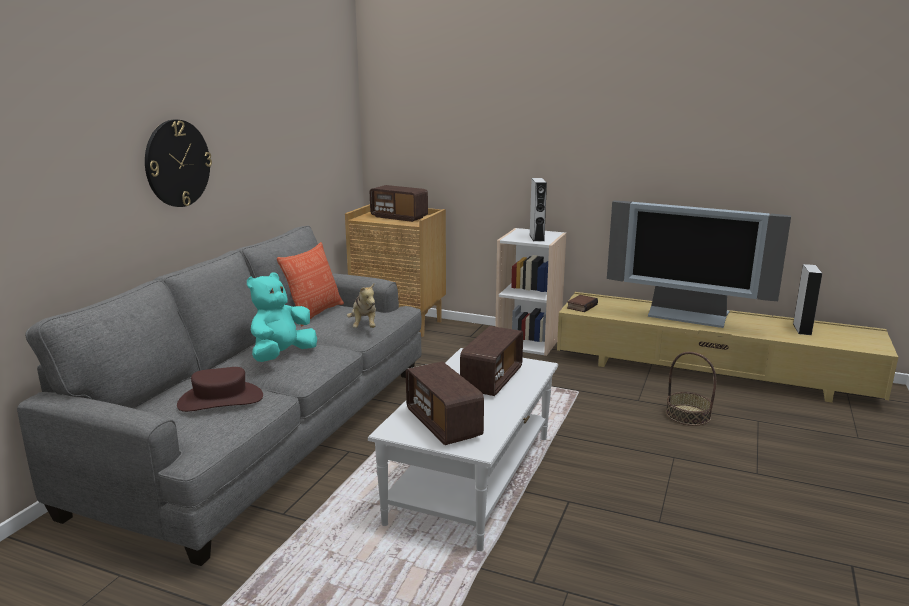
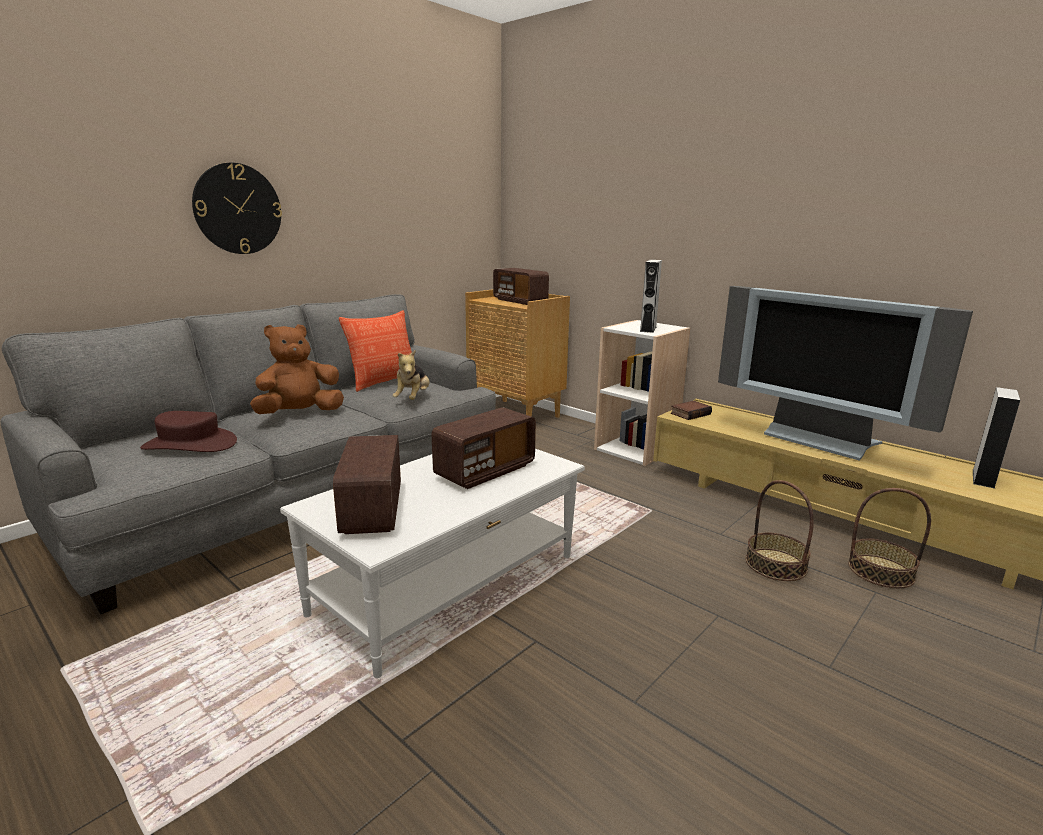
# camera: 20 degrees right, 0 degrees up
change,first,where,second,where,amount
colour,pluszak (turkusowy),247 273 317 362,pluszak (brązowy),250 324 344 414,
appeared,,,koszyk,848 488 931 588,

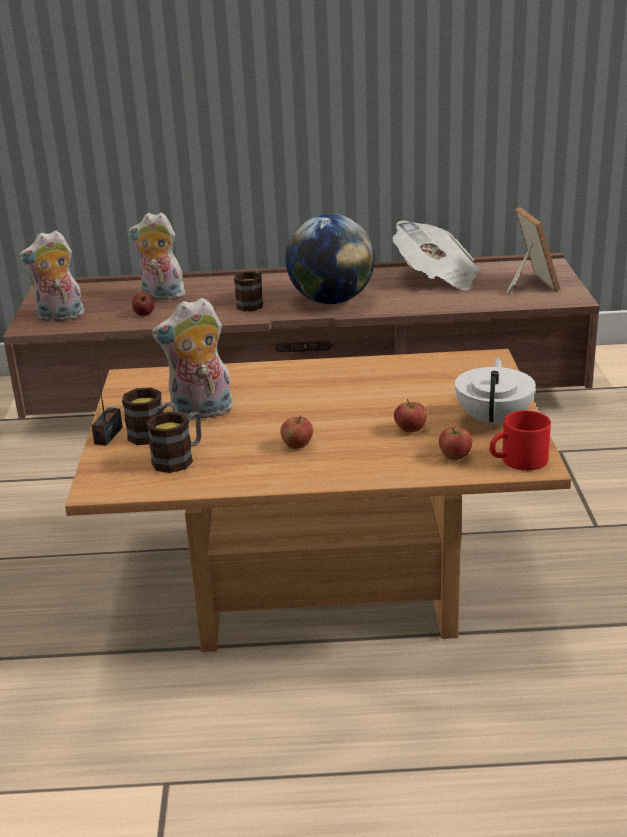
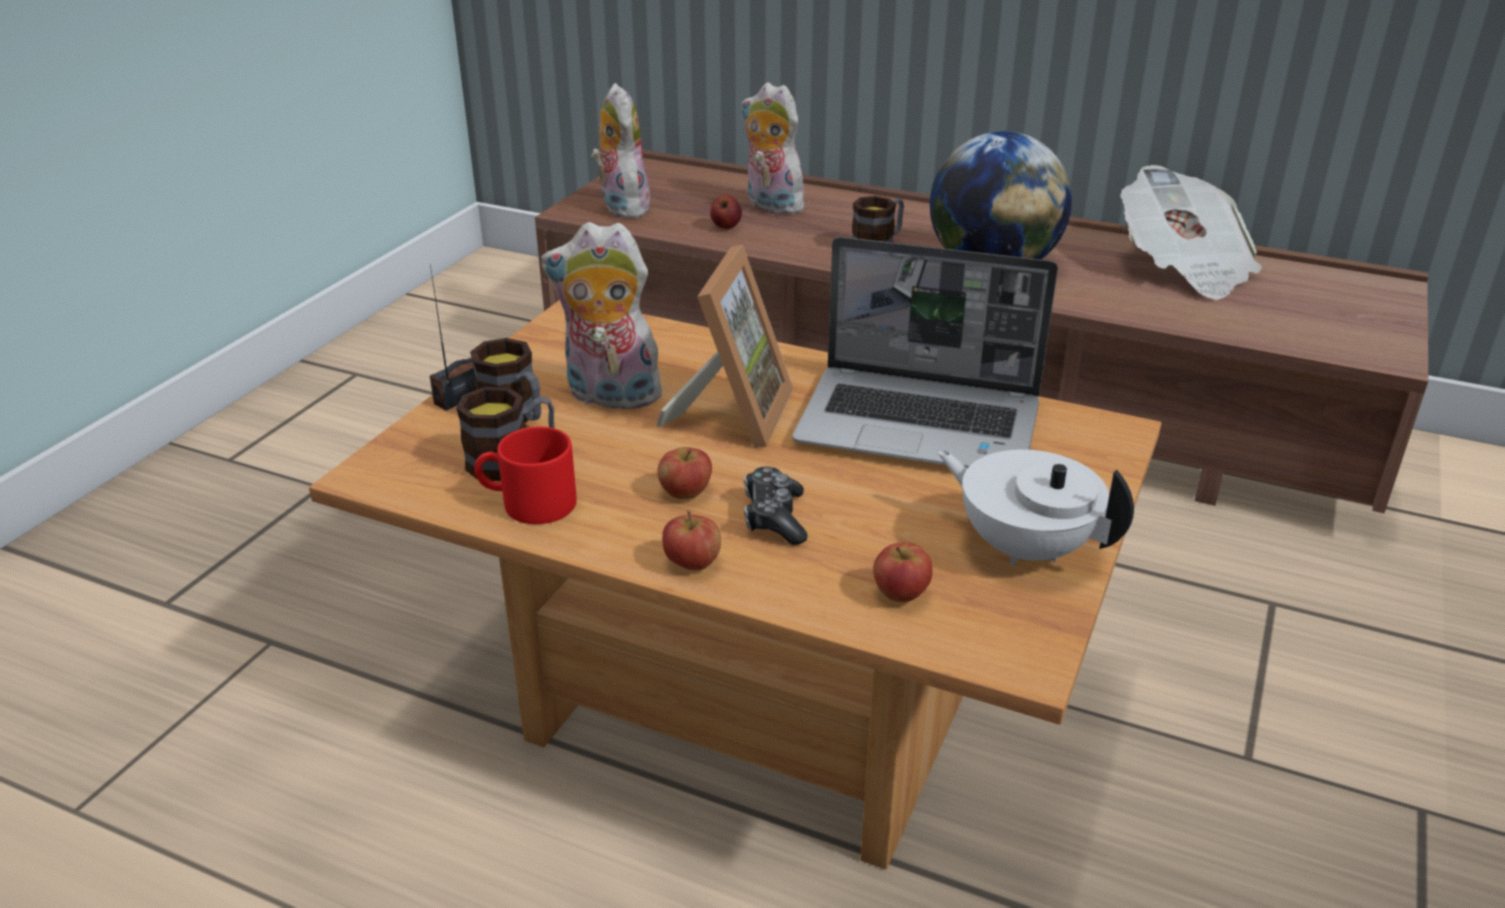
# camera: 25 degrees right, 5 degrees up
change,first,where,second,where,amount
relocated,ramka na zdjęcie,507 207 560 295,,656 244 793 448,
spun,pluszak,19 230 84 322,,591 83 651 218,60 degrees clockwise
spun,imbryk (biały),455 358 536 430,,937 450 1134 566,90 degrees counterclockwise
relocated,jabłko,394 399 427 432,,662 511 721 570,
relocated,kubek (czerwony),489 410 551 471,,474 427 577 524,
appeared,,,laptop,793 237 1058 468,
appeared,,,pad do gier,744 466 808 545,

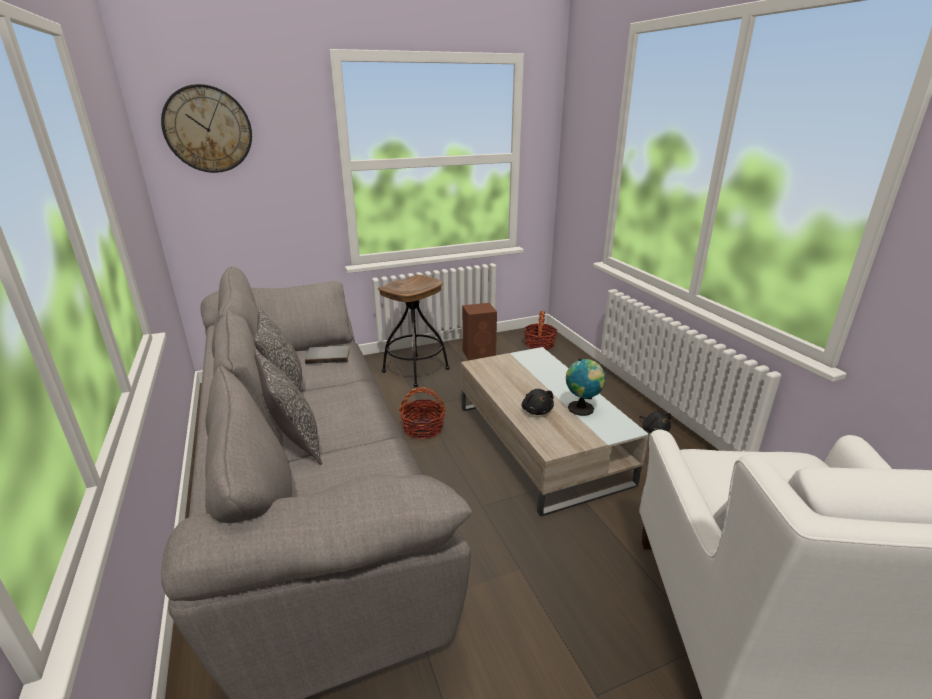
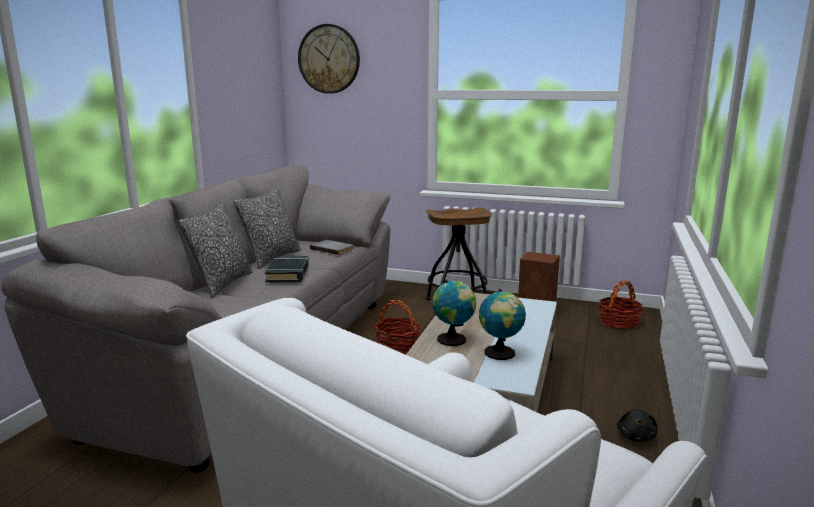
# camera: 40 degrees right, 10 degrees down
change,first,where,second,where,amount
exchanged,pluszak (czarny),522 389 554 415,globus,432 280 476 346,
appeared,,,książka (czarny),265 256 309 282,

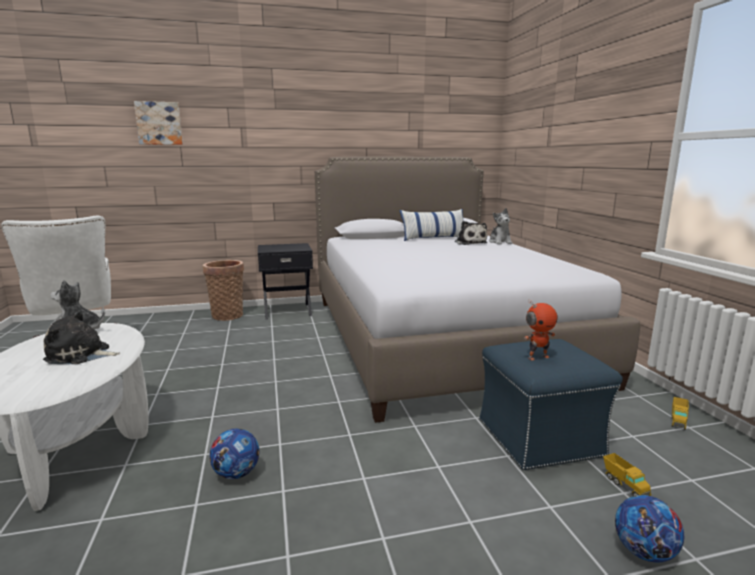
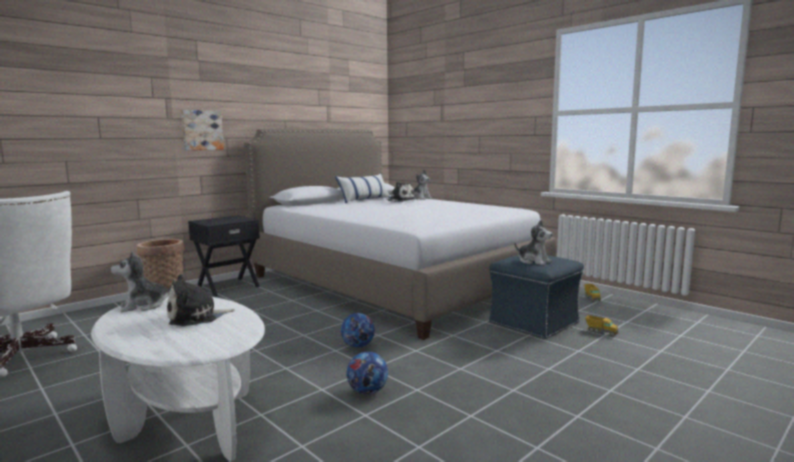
# camera: 30 degrees left, 5 degrees down
change,first,where,second,where,amount
relocated,obraz,134 101 183 145,,181 110 224 150,
exchanged,robot zabawkowy,524 300 558 360,pluszak,514 220 553 265,
relocated,piłka futbolowa,615 495 684 563,,341 313 375 347,

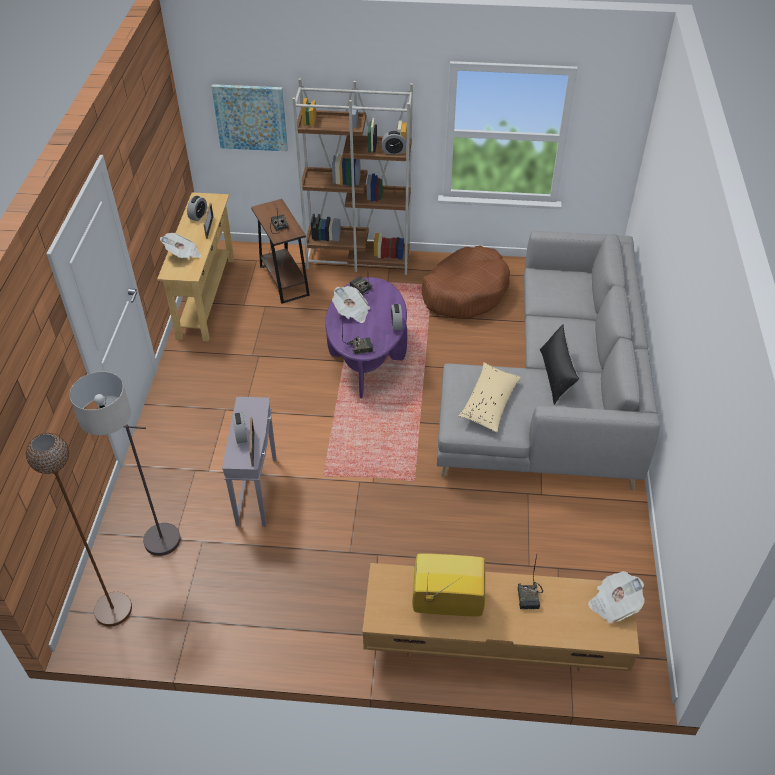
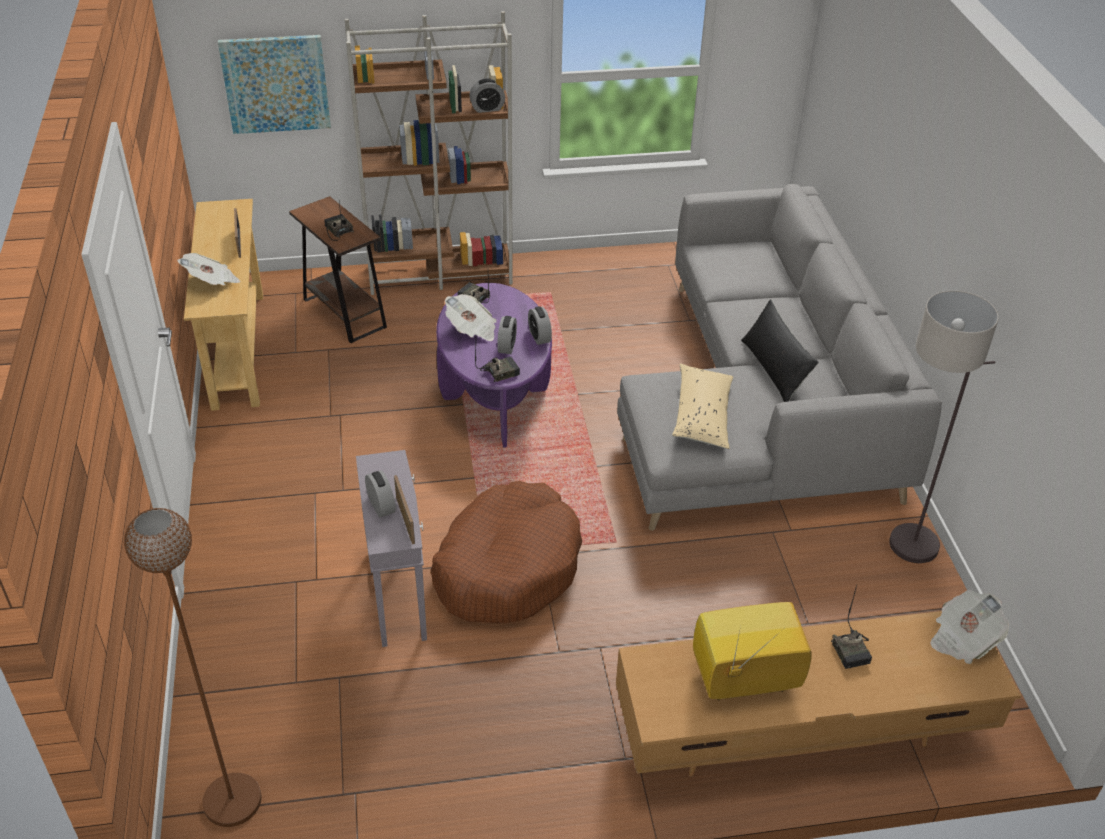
# camera: 15 degrees left, 5 degrees down
change,first,where,second,where,amount
relocated,budzik,187 196 207 221,,497 316 517 354,
relocated,legowisko (brązowy),422 246 510 319,,431 481 582 624,
relocated,lampa stojąca (szary),69 372 181 556,,889 291 998 563,

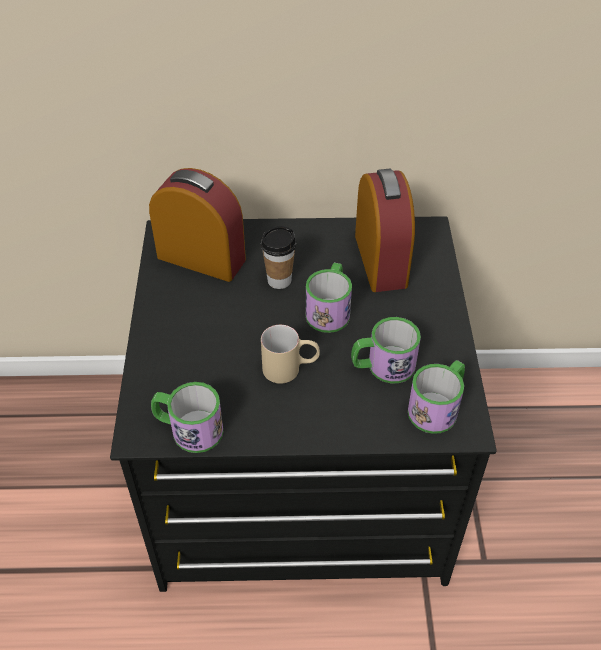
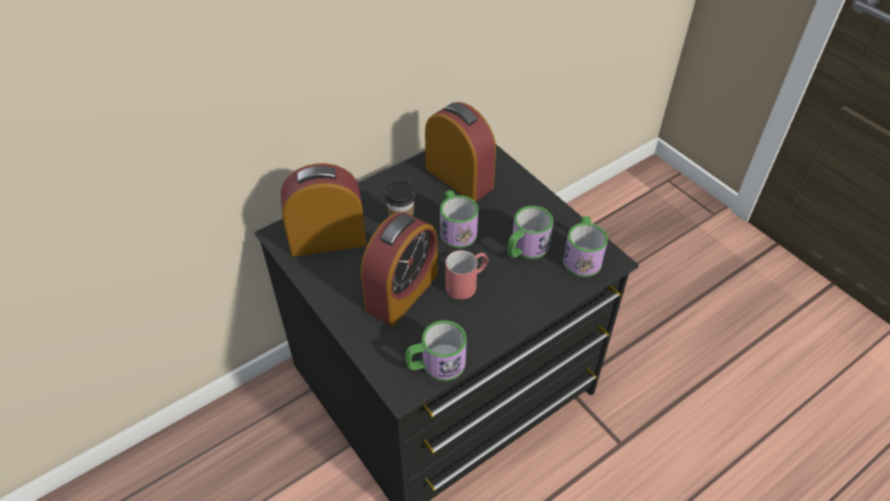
# camera: 35 degrees left, 0 degrees up
change,first,where,second,where,amount
colour,kubek (beżowy),261 325 320 384,kubek (czerwony),446 250 489 300,
appeared,,,budzik,361 212 438 326,

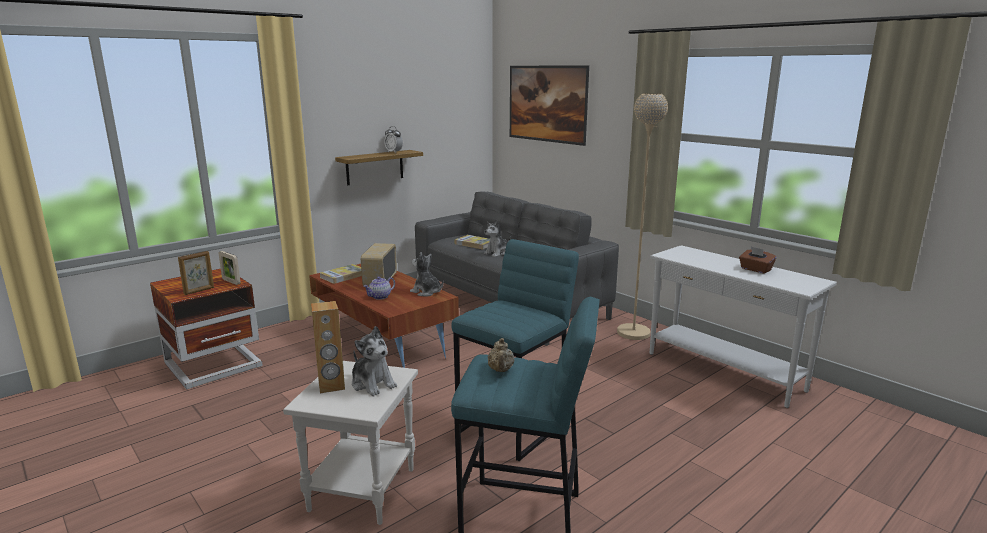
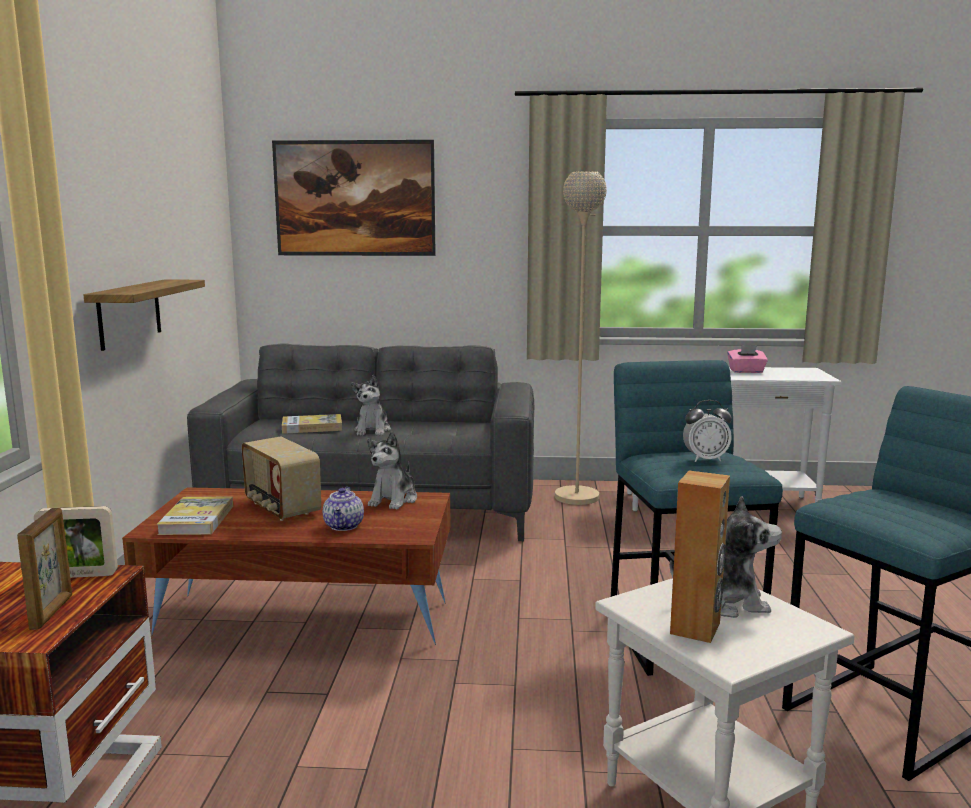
# camera: 45 degrees left, 5 degrees down
change,first,where,second,where,amount
relocated,budzik,384 126 403 153,,683 400 732 462,
colour,pudełko chusteczek (brązowy),739 246 776 273,pudełko chusteczek (różowy),727 345 768 373,
spun,pluszak,410 252 444 297,,367 431 417 510,60 degrees counterclockwise
missing,imbryk (beżowy),488 338 515 372,,,

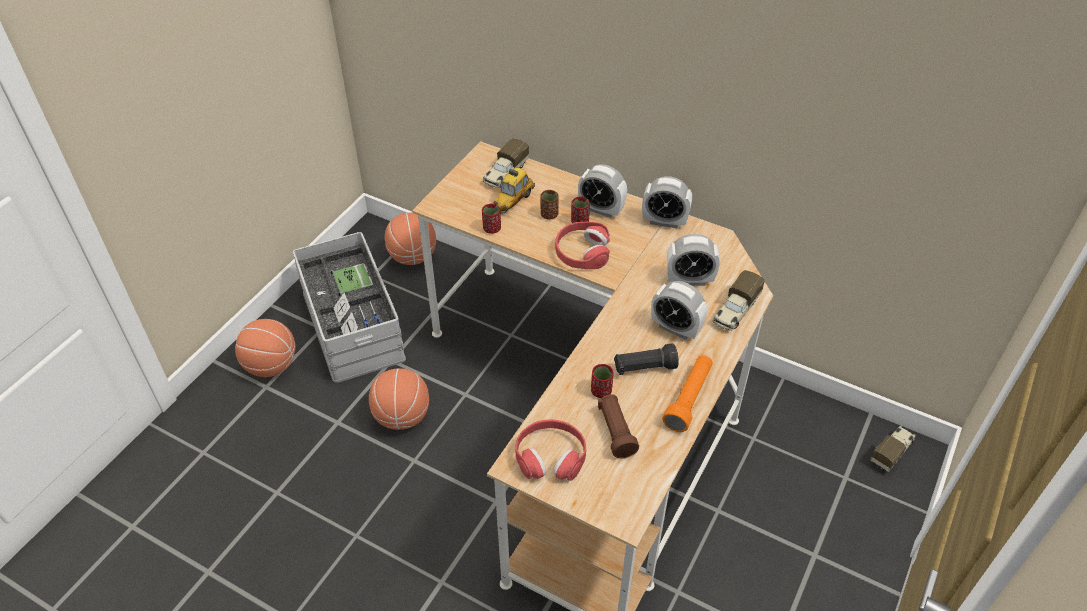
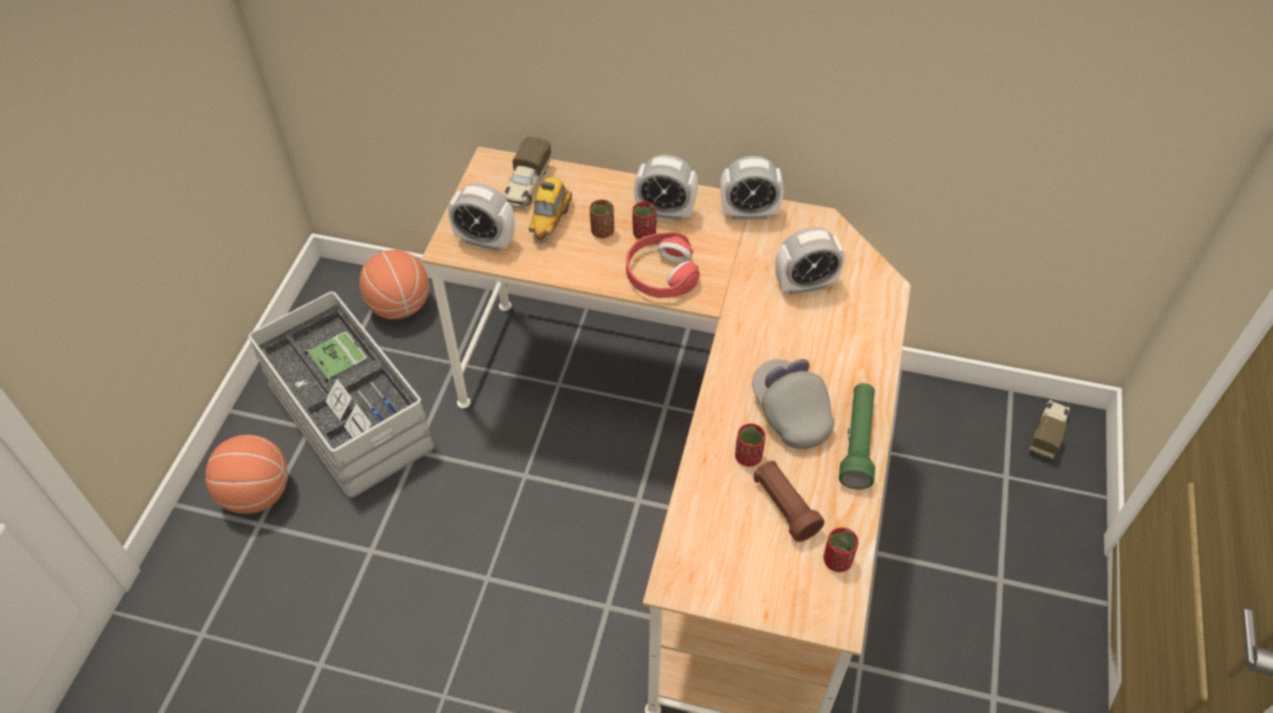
# camera: 15 degrees left, 5 degrees up
change,first,where,second,where,amount
relocated,filiżanka (czerwony),482 204 501 234,,823 527 859 572,
missing,ciężarówka zabawkowa,713 270 765 331,,,
relocated,budzik,651 281 707 340,,448 183 515 251,
exchanged,latarka (czarny),614 343 679 375,czapka z daszkiem (szary),752 359 834 449,
colour,latarka (pomarańczowy),662 355 713 432,latarka (zielony),839 383 875 489,
missing,piłka do koszykówki,369 368 429 430,,,
missing,słuchawki (czerwony),515 419 586 481,,,

